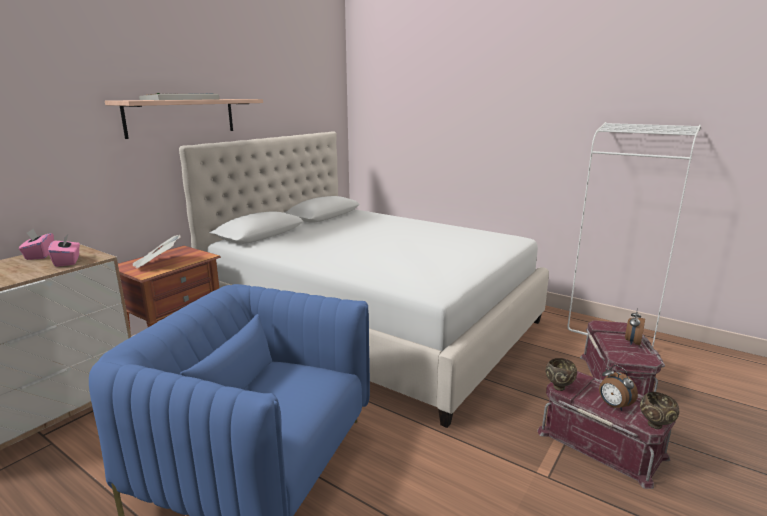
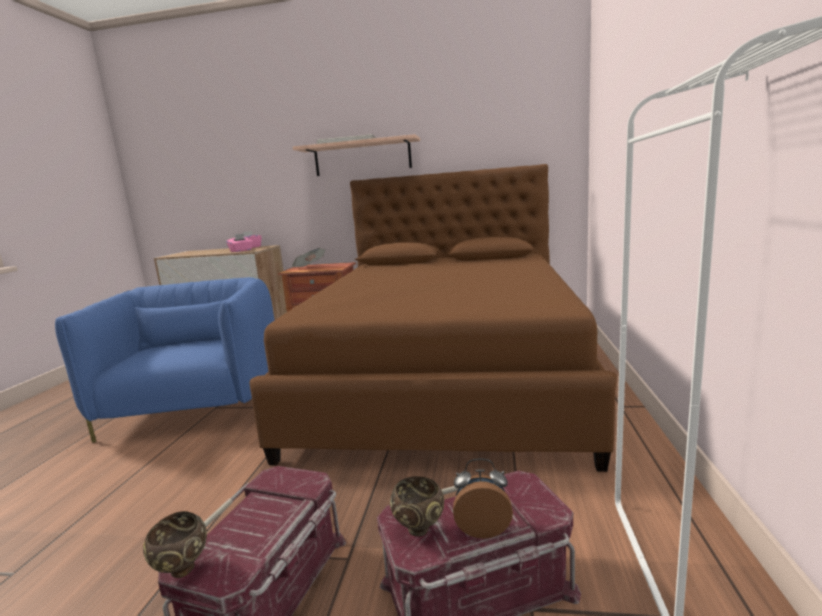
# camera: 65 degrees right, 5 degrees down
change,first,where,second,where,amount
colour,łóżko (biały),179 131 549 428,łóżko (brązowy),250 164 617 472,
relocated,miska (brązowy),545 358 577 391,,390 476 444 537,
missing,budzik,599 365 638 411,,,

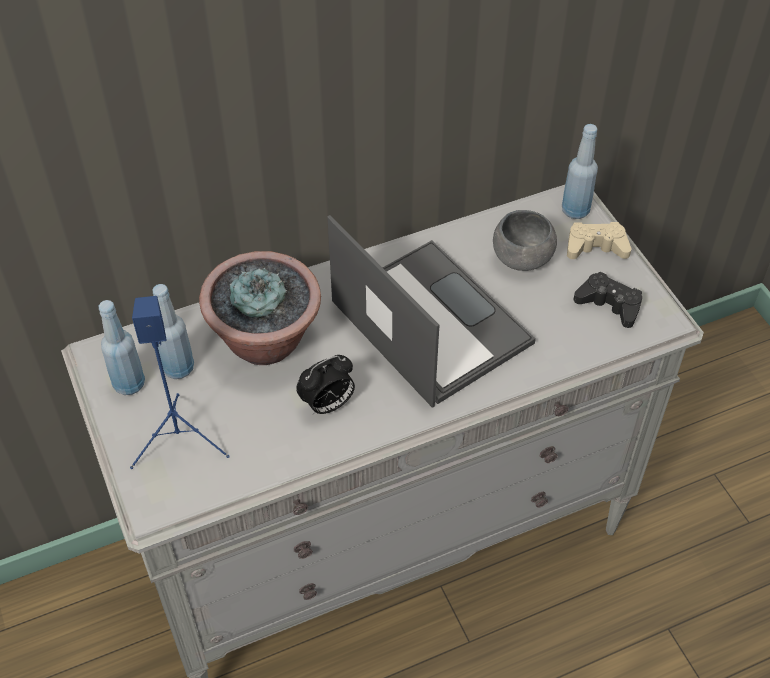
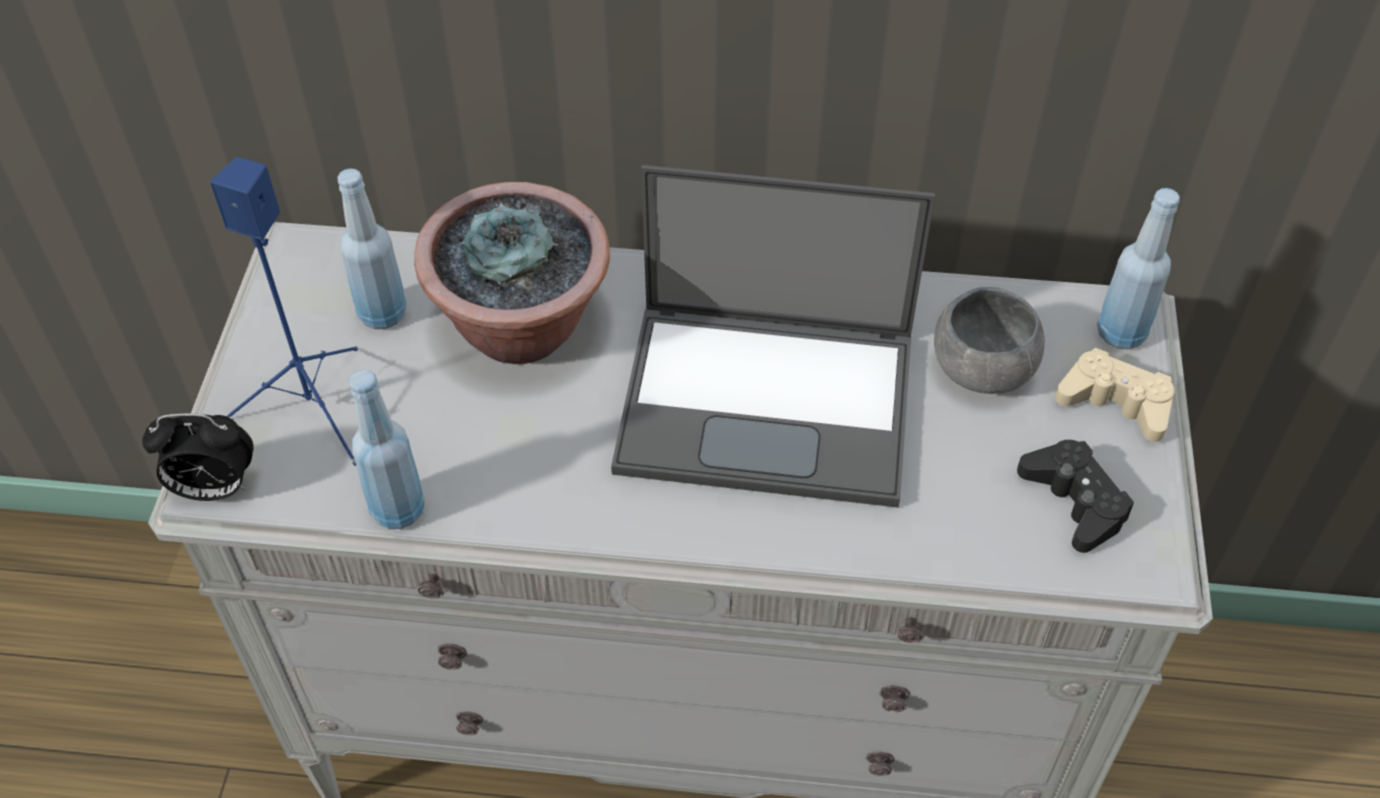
# camera: 30 degrees right, 0 degrees up
change,first,where,second,where,amount
spun,laptop,327 215 536 408,,611 165 935 508,105 degrees clockwise
relocated,butelka (niebieski),99 300 145 395,,350 370 425 529,
relocated,budzik,296 355 355 415,,142 414 254 501,

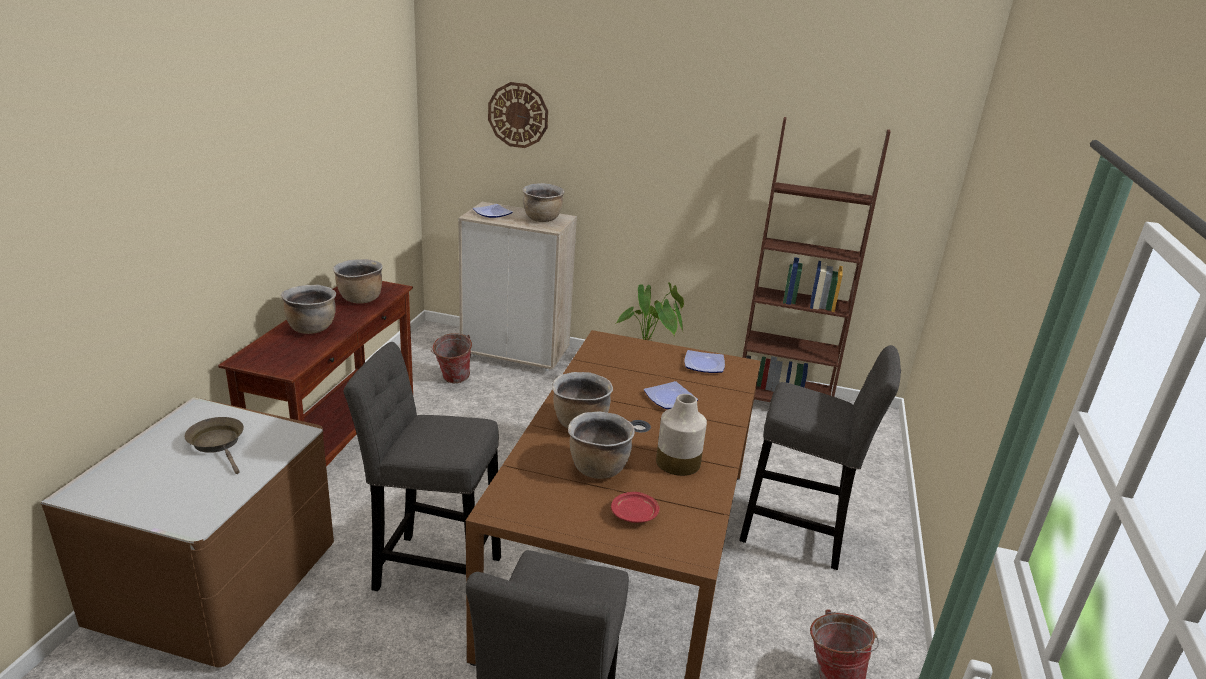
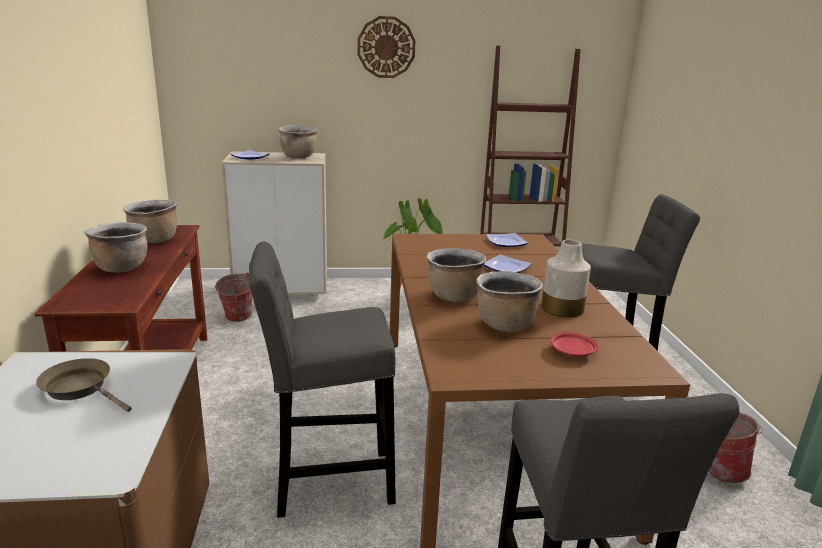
# camera: 20 degrees left, 5 degrees down
change,first,where,second,where,amount
relocated,zegar ścienny,488 82 548 148,,358 16 415 78,

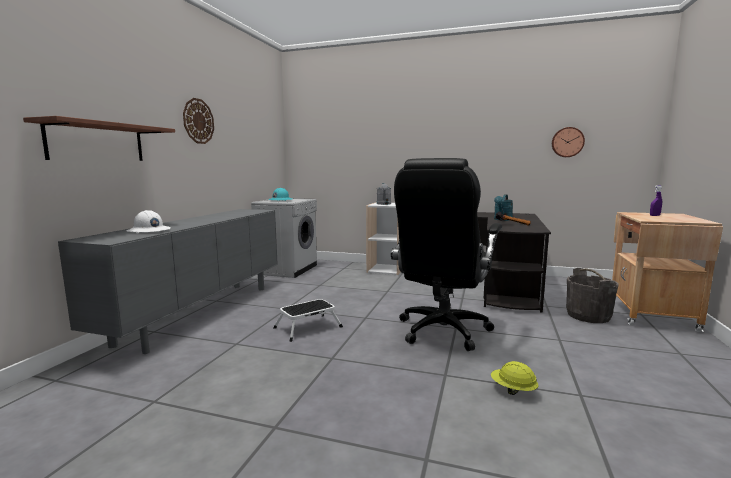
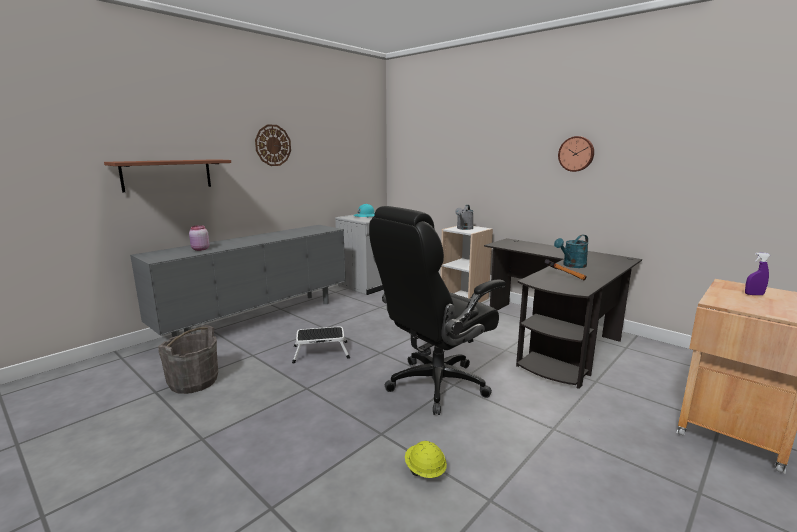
# camera: 25 degrees right, 5 degrees up
change,first,where,second,where,amount
relocated,zegar ścienny,552 127 585 157,,558 136 594 172,
exchanged,kask (biały),127 210 171 234,słoik (różowy),189 225 209 251,
relocated,wiadro (szary),566 268 619 323,,158 325 218 394,

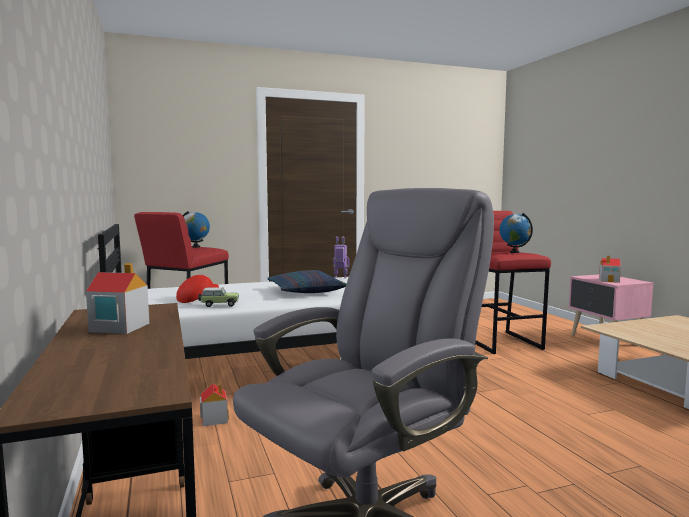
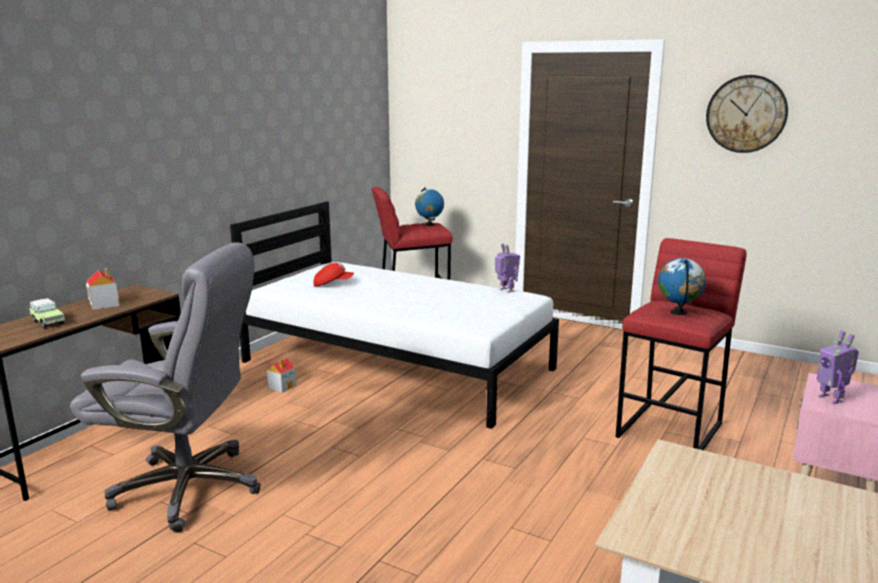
# camera: 50 degrees right, 10 degrees up
change,first,where,second,where,amount
exchanged,domek,599 256 621 283,robot zabawkowy,817 331 859 404,
missing,poduszka (niebieski),267 270 346 293,,,
relocated,samochodzik,198 287 239 307,,30 298 65 328,
appeared,,,zegar ścienny,706 75 788 153,

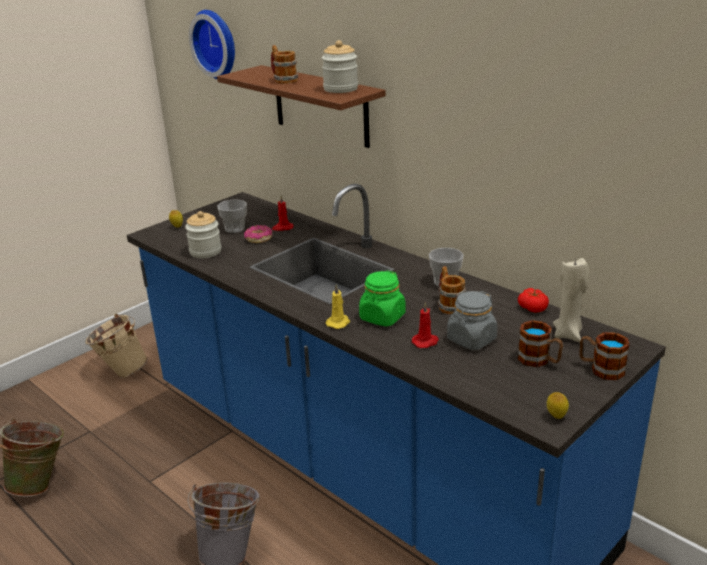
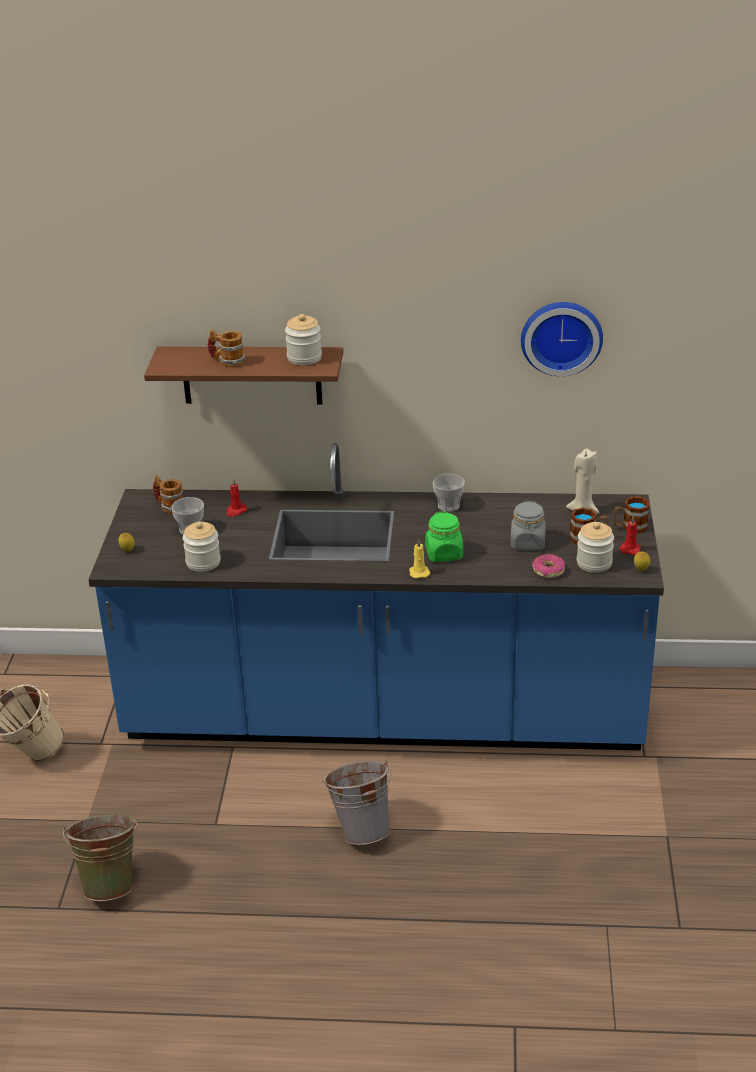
# camera: 40 degrees left, 5 degrees up
change,first,where,second,where,amount
relocated,zegar ścienny,189 10 235 79,,521 302 603 376,
relocated,donut,244 225 272 243,,532 554 565 578,
relocated,kubek,438 266 466 315,,153 475 183 514,
missing,pomidor,518 288 549 313,,,
relocated,świeca (czerwony),412 302 439 348,,619 517 641 555,
appeared,,,słoik,577 522 614 573,

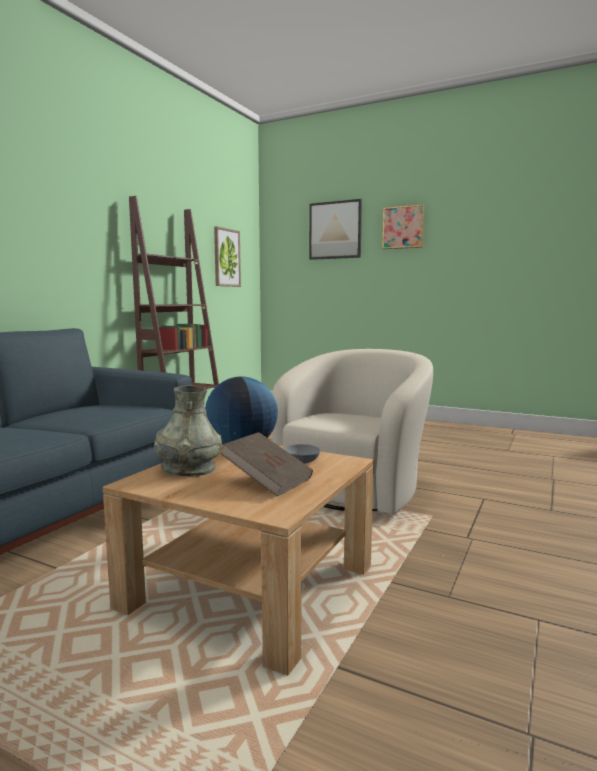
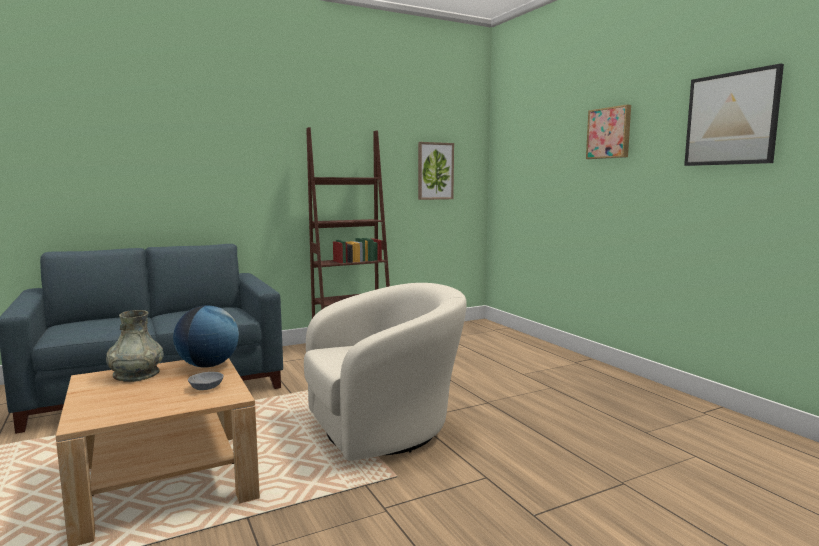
# camera: 35 degrees right, 0 degrees up
change,first,where,second,where,amount
relocated,obraz,309 199 362 260,,684 64 784 166,
missing,książka (brązowy),220 432 313 496,,,

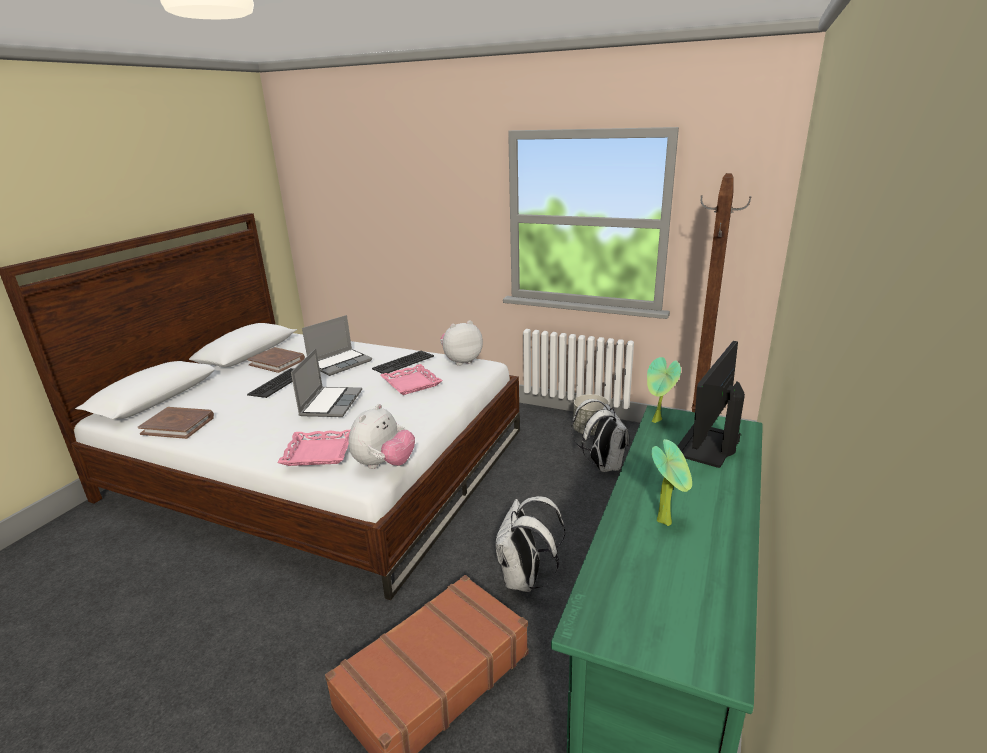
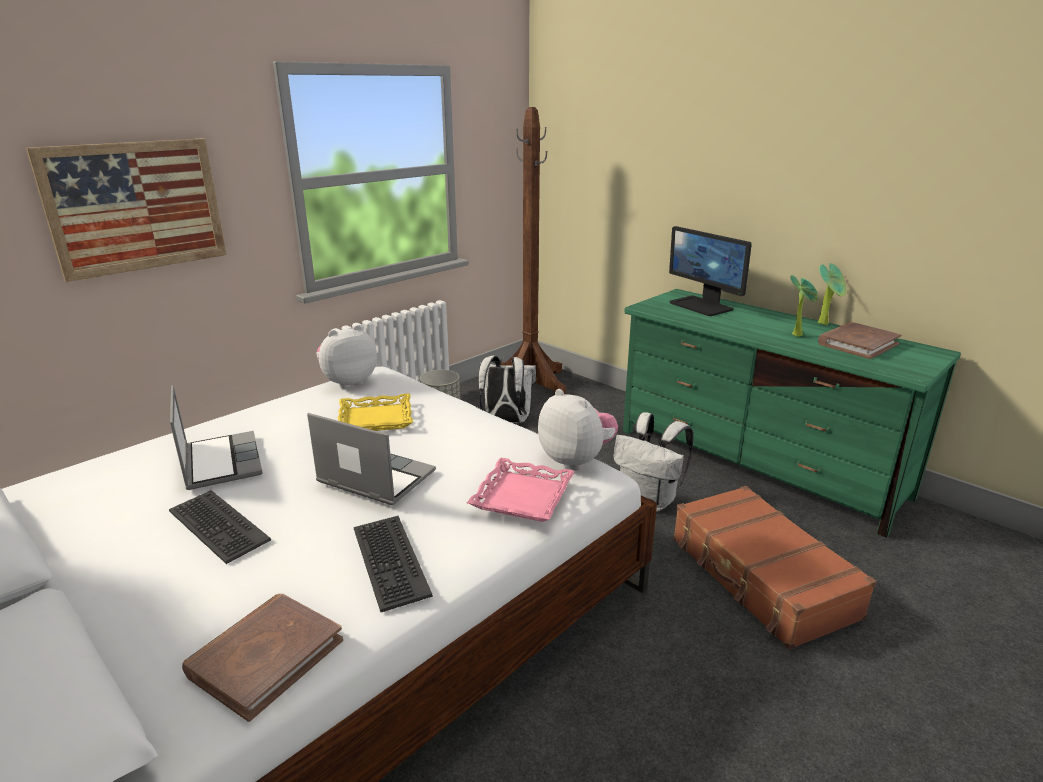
# camera: 70 degrees left, 0 degrees up
change,first,where,second,where,amount
spun,pluszak,440 320 483 366,,316 325 377 389,60 degrees clockwise
relocated,książka (brązowy),248 347 305 373,,818 322 902 359,
relocated,klawiatura,372 351 434 374,,354 516 433 612,
relocated,roślina doniczkowa,647 357 681 423,,818 263 847 325,
colour,taca (różowy),381 364 443 395,taca (żółty),338 393 413 431,
appeared,,,obraz,26 138 226 282,

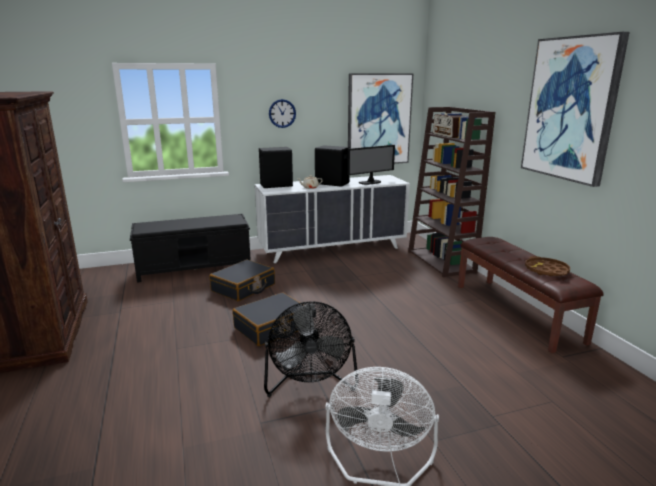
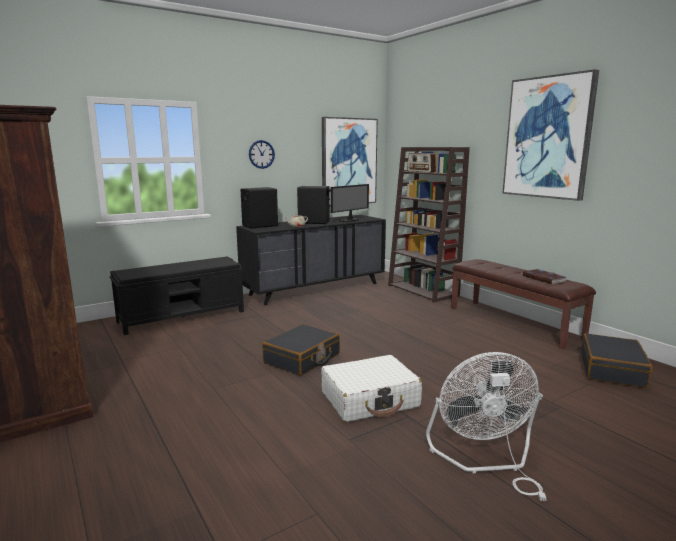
# camera: 15 degrees left, 5 degrees down
change,first,where,second,where,amount
colour,komoda (biały),255 175 410 263,komoda (czarny),236 215 386 305,
exchanged,taca (brązowy),525 256 570 276,książka,522 269 566 284,
relocated,walizka (czarny),209 260 275 301,,581 333 653 388,
exchanged,wentylator (czarny),264 301 359 397,walizka (biały),321 355 422 422,

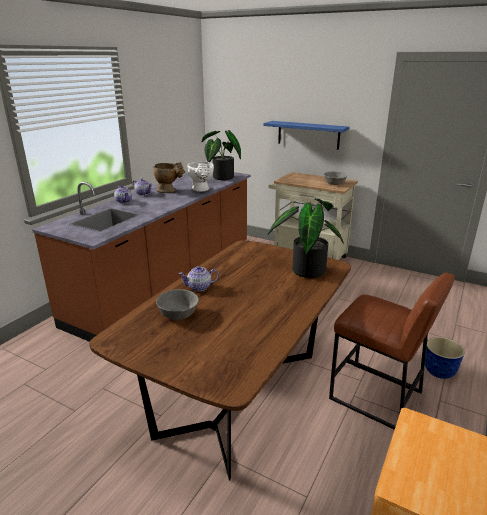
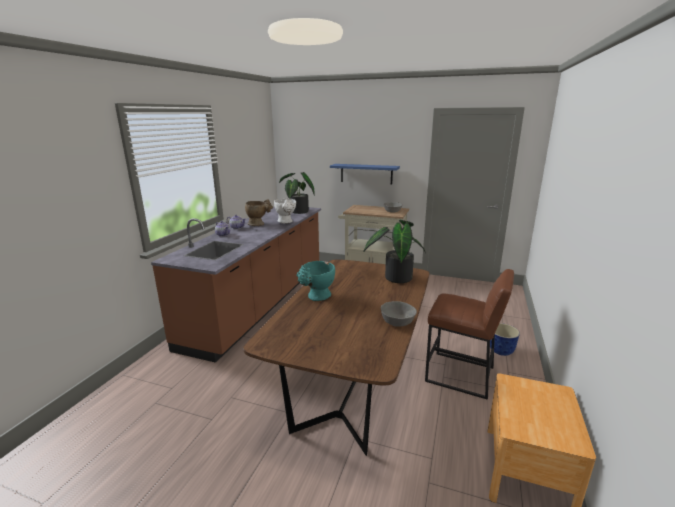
# camera: 10 degrees left, 5 degrees down
change,first,where,second,where,amount
exchanged,imbryk,178 266 219 291,wazon (turkusowy),296 261 335 301,
relocated,miska (szary),156 289 199 320,,381 301 417 327,

